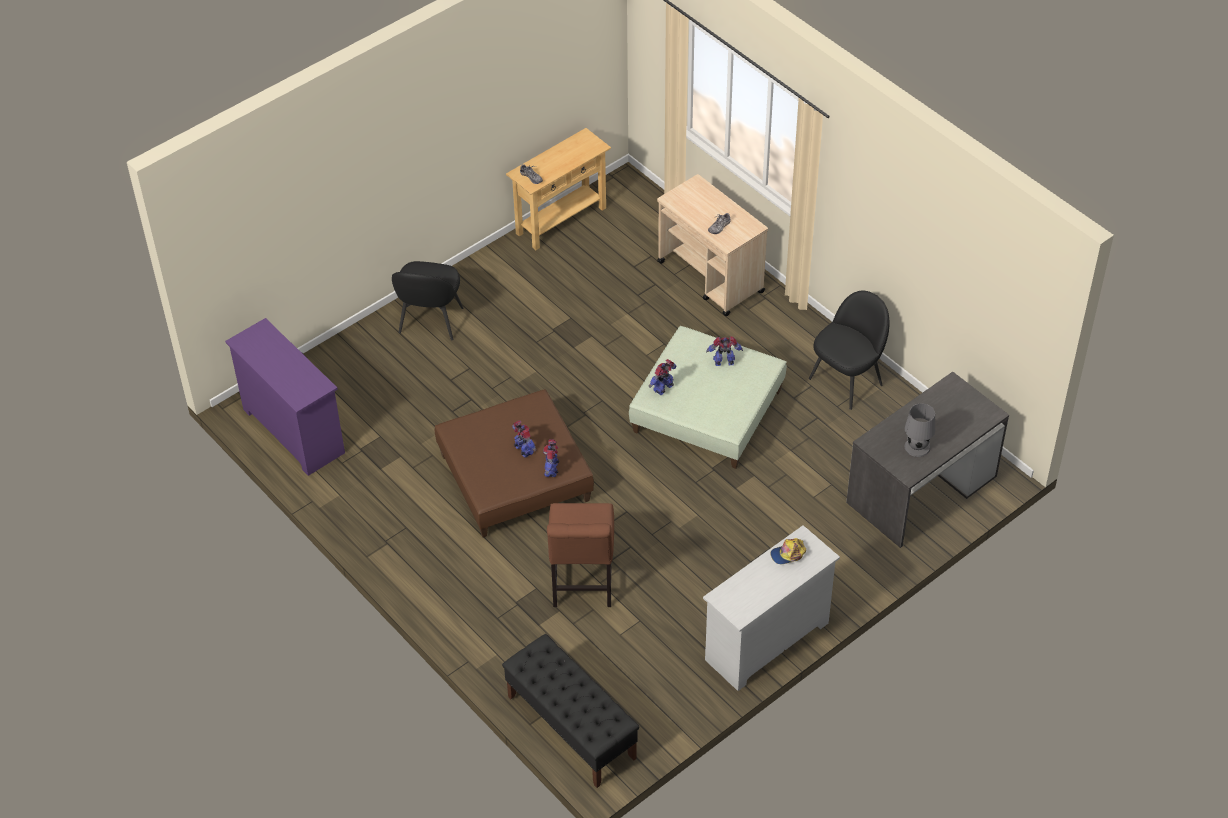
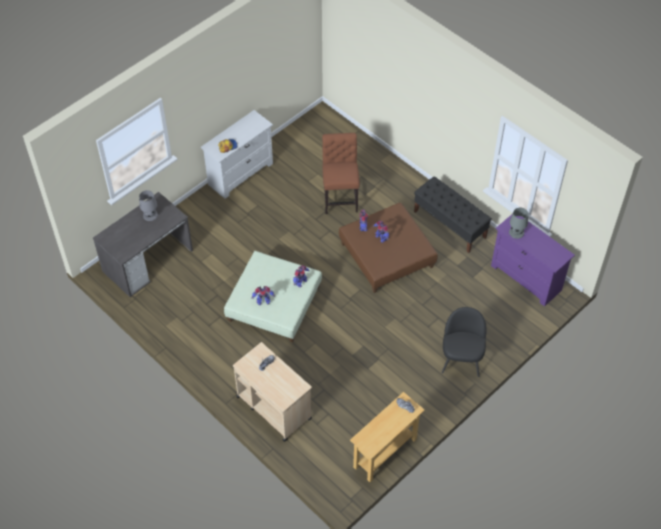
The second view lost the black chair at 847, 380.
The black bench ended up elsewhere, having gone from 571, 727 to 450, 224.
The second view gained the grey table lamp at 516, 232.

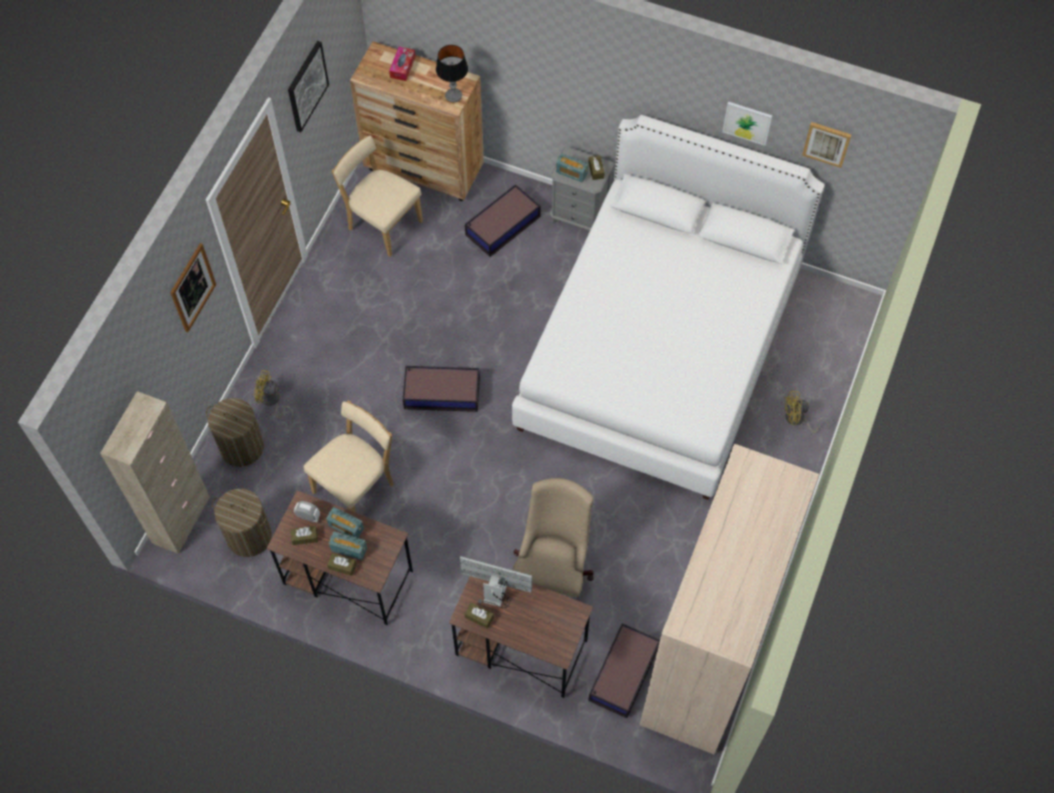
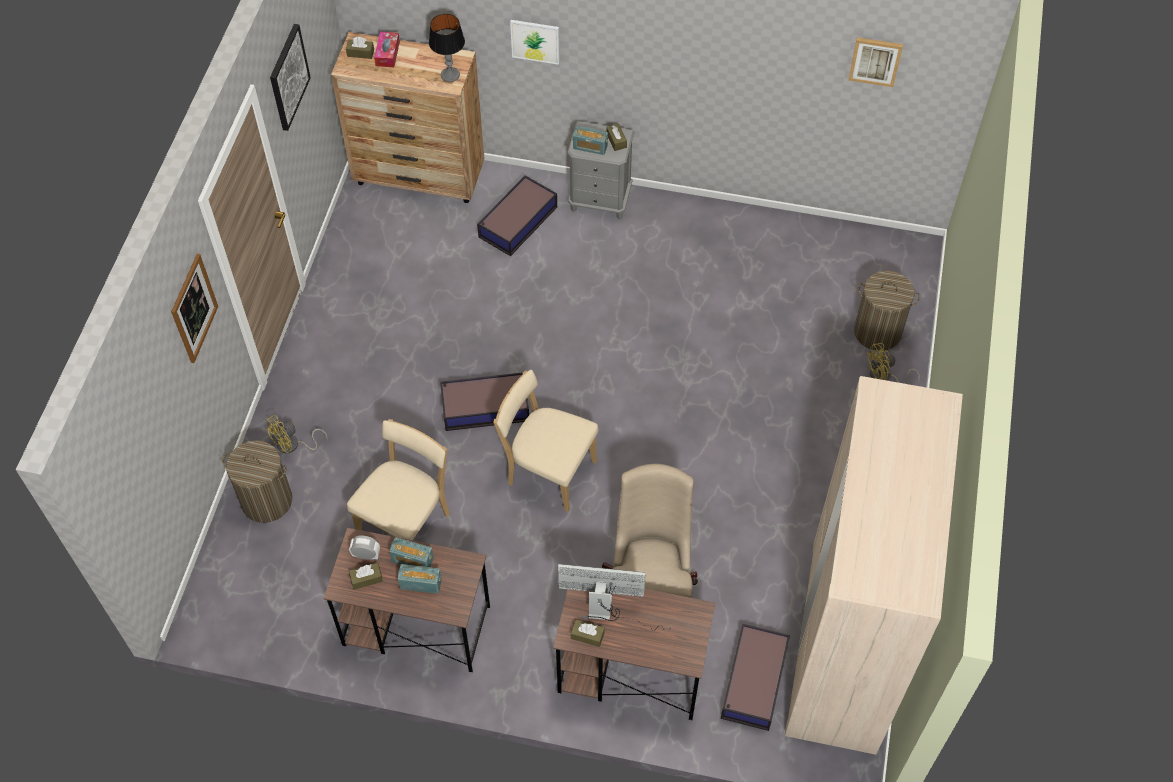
The picture ended up elsewhere, having gone from 747, 122 to 535, 41.
The second view lost the white bed at 659, 349.
The beige chair ended up elsewhere, having gone from 382, 224 to 548, 471.
The yellow fan at 272, 401 ended up facing another way, 45 degrees counterclockwise from before.
The second view lost the beige cabinet at 181, 520.
The laundry basket ended up elsewhere, having gone from 249, 536 to 877, 332.
The brown tissue box ended up elsewhere, having gone from 342, 566 to 360, 53.

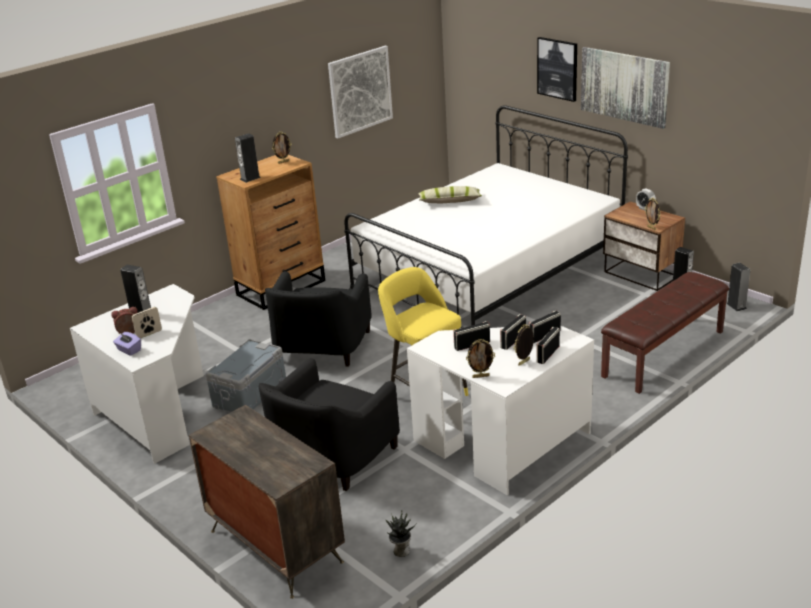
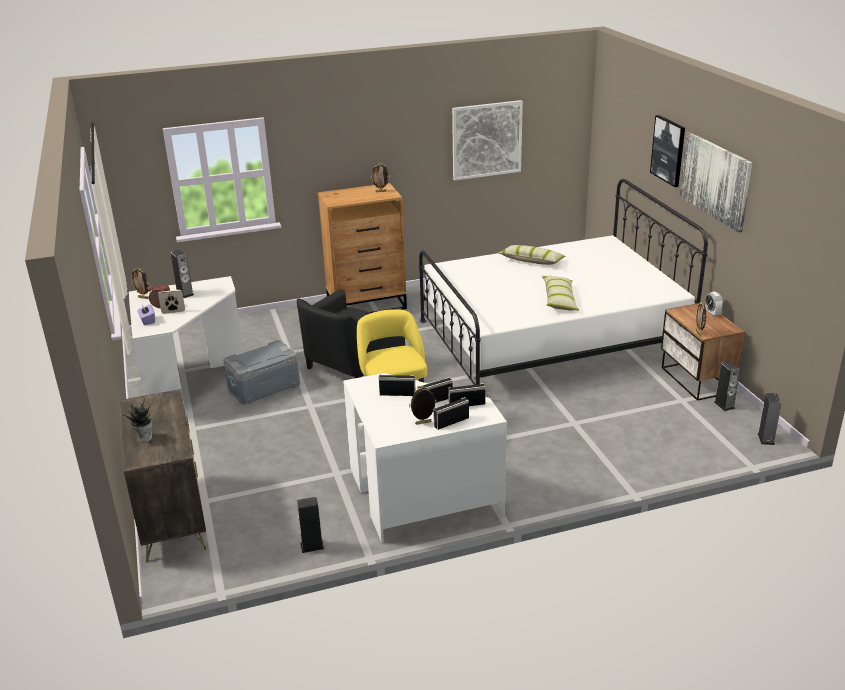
The speaker ended up elsewhere, having gone from 250, 178 to 312, 546.
The second view lost the brown bench at 664, 354.
The picture frame ended up elsewhere, having gone from 481, 376 to 143, 298.
The second view lost the black armchair at 331, 457.
The potted plant ended up elsewhere, having gone from 401, 550 to 144, 438.
The second view gained the pillow at 559, 300.

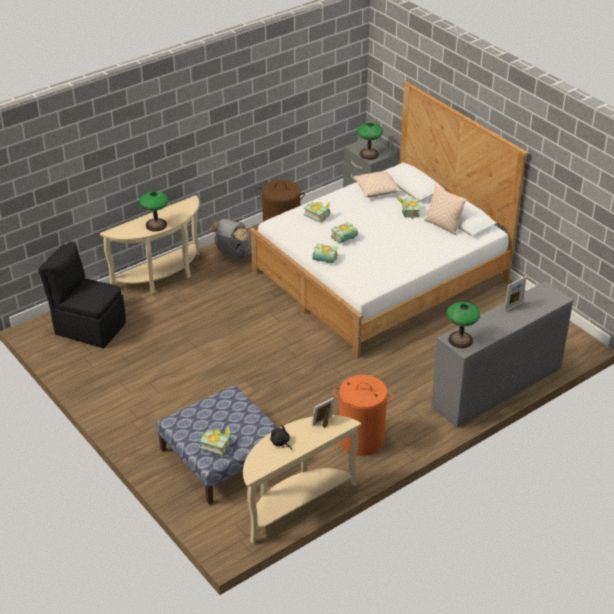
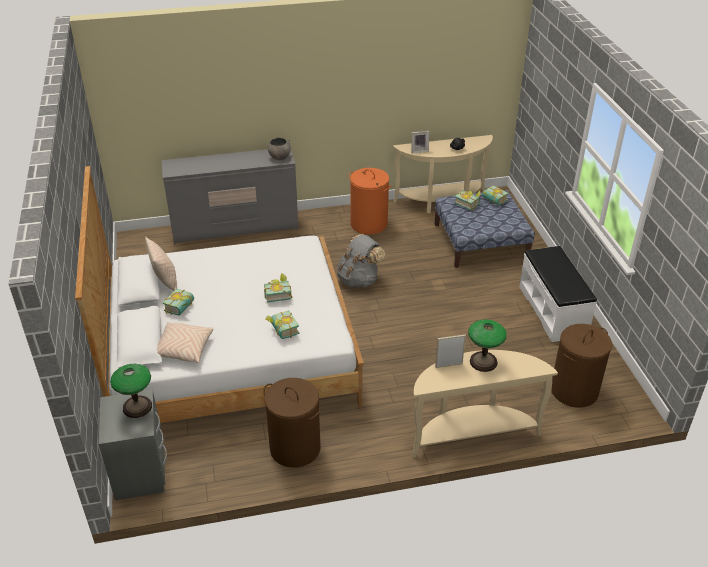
The grey backpack ended up elsewhere, having gone from 234, 254 to 359, 280.
Where the black chair stood at 88, 328, the brown laundry basket came to stand at 574, 391.
The book ended up elsewhere, having gone from 324, 260 to 468, 203.
The picture frame ended up elsewhere, having gone from 513, 307 to 448, 365.
Where the table lamp stood at 460, 340, the grey bowl came to stand at 279, 157.
The second view gained the white bench at 553, 310.

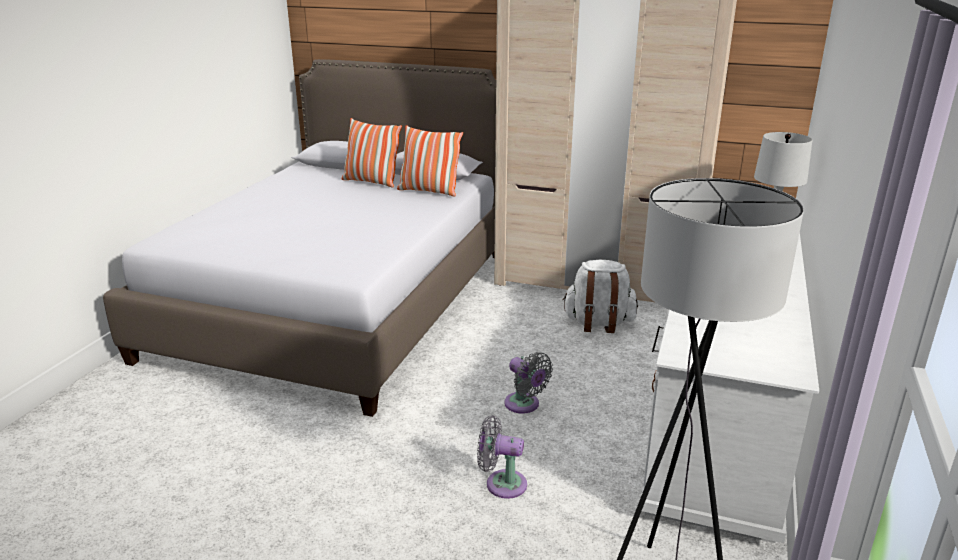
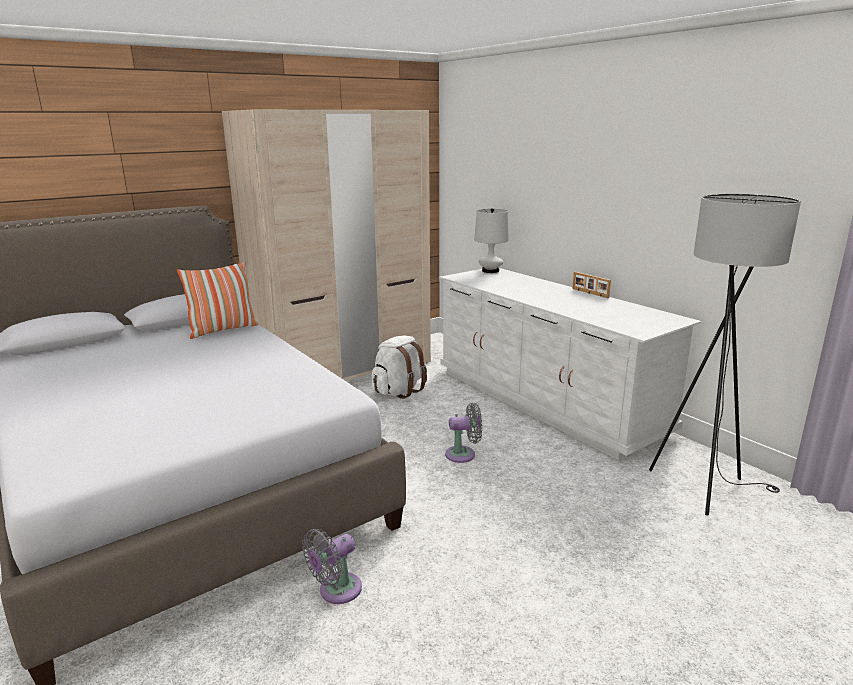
The second view lost the pillow at 371, 182.
The grey fan ended up elsewhere, having gone from 501, 483 to 336, 591.
The second view gained the picture frame at 589, 293.

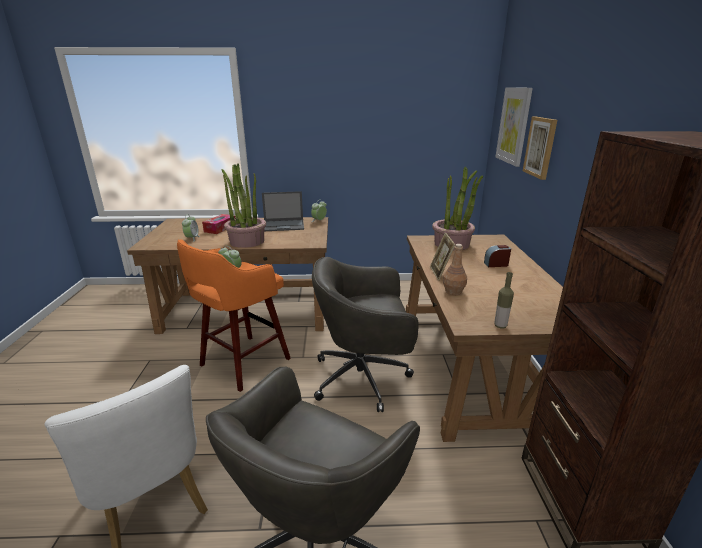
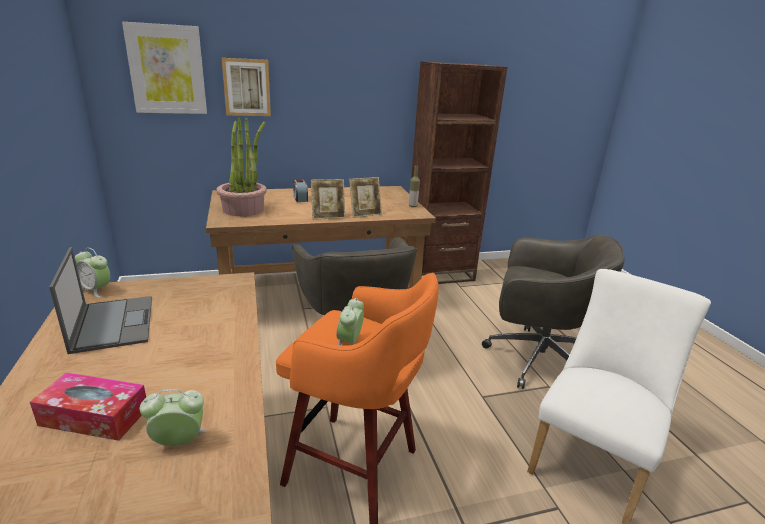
The second view lost the potted plant at 247, 241.
Where the brown bottle stood at 453, 291, the picture frame came to stand at 365, 214.

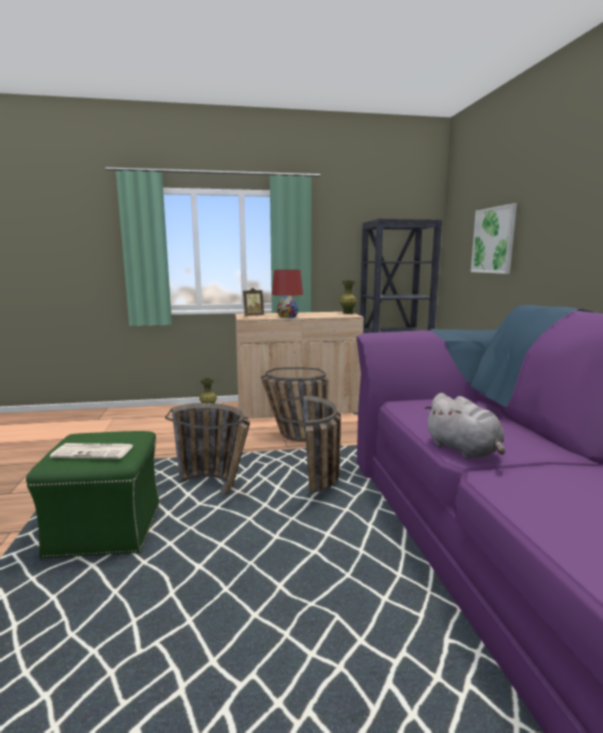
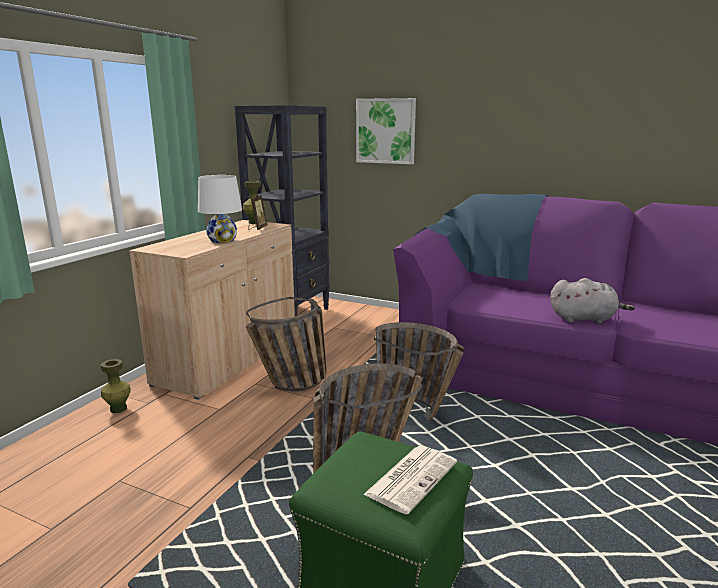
What was the red table lamp at 287, 316 turned into the white table lamp at 222, 240.
The picture frame ended up elsewhere, having gone from 253, 316 to 257, 228.

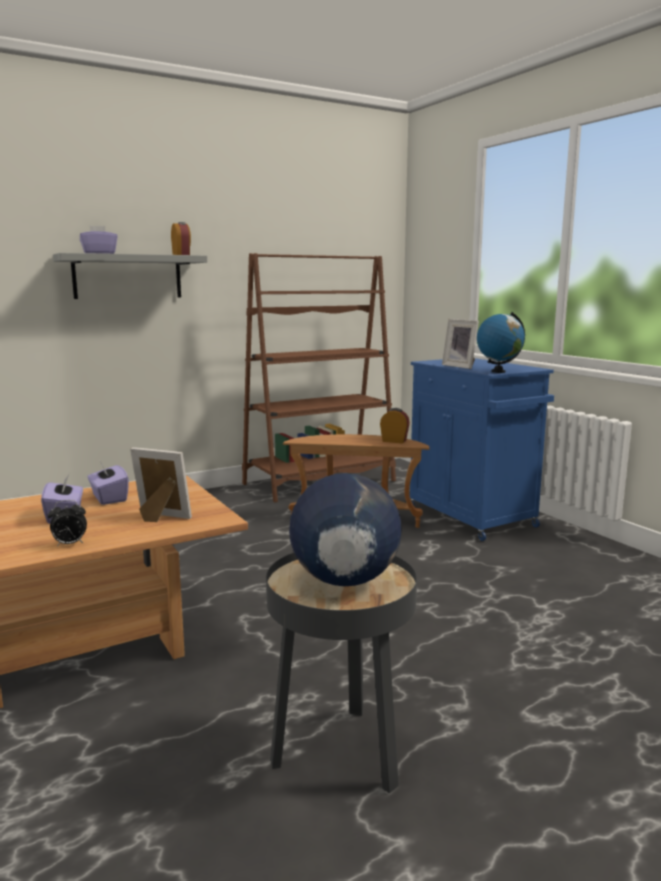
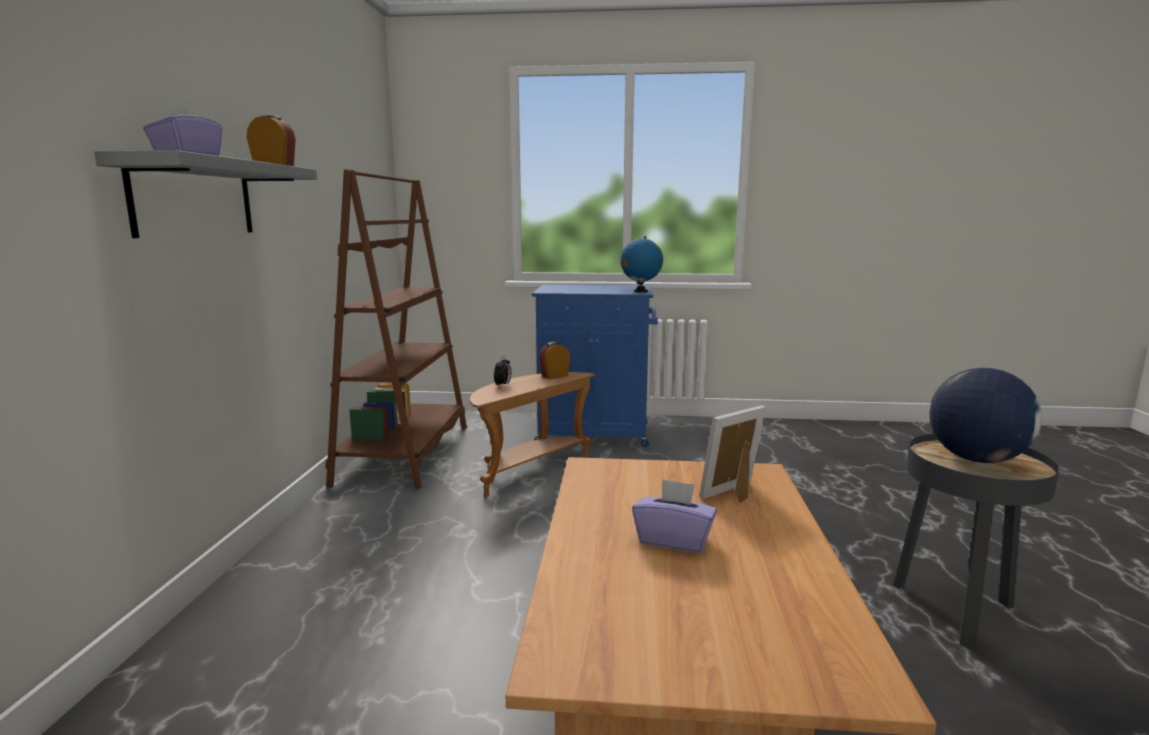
The second view lost the picture frame at 461, 366.
The second view lost the purple tissue box at 109, 498.
The alarm clock ended up elsewhere, having gone from 69, 544 to 503, 385.

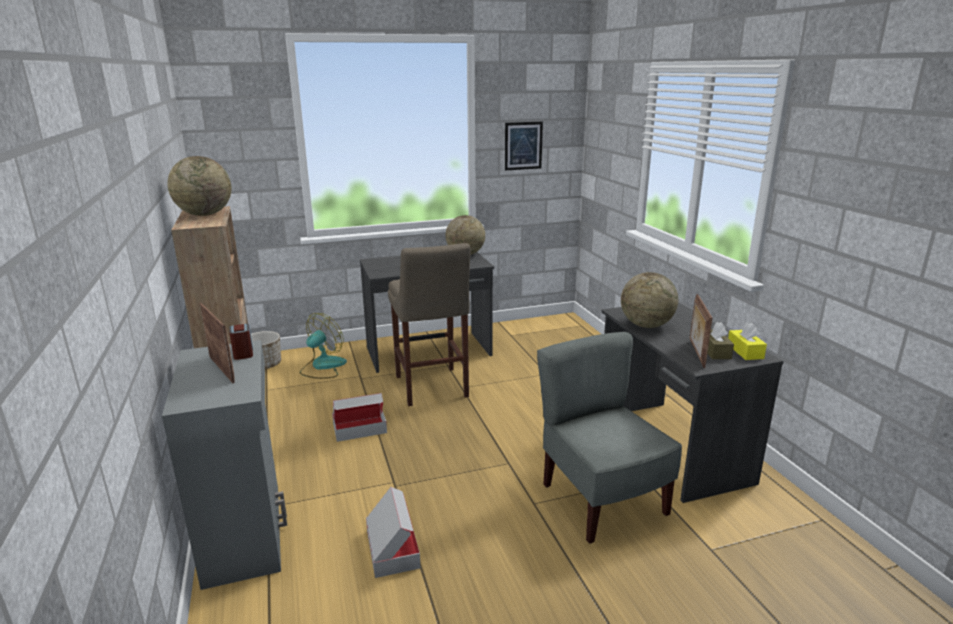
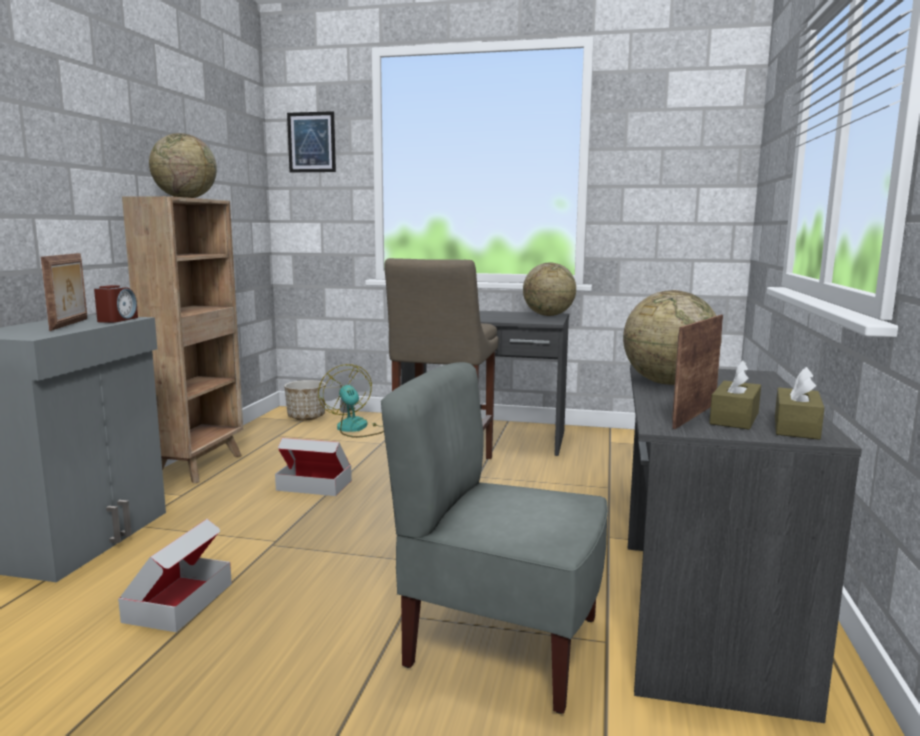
The picture ended up elsewhere, having gone from 523, 146 to 311, 142.
The fan at 322, 367 ended up facing another way, 90 degrees counterclockwise from before.
What was the yellow tissue box at 745, 351 turned into the brown tissue box at 796, 427.
The grey chair at 601, 500 ended up facing another way, 75 degrees counterclockwise from before.

